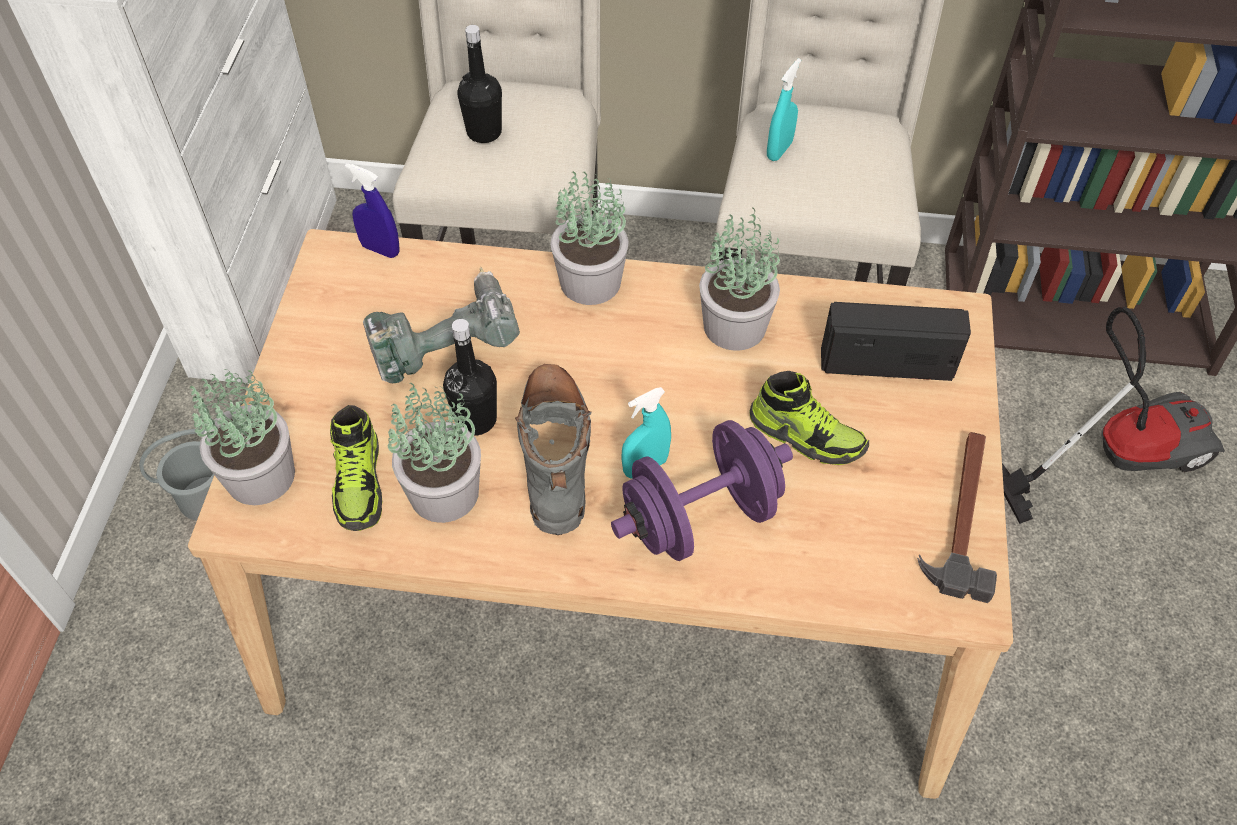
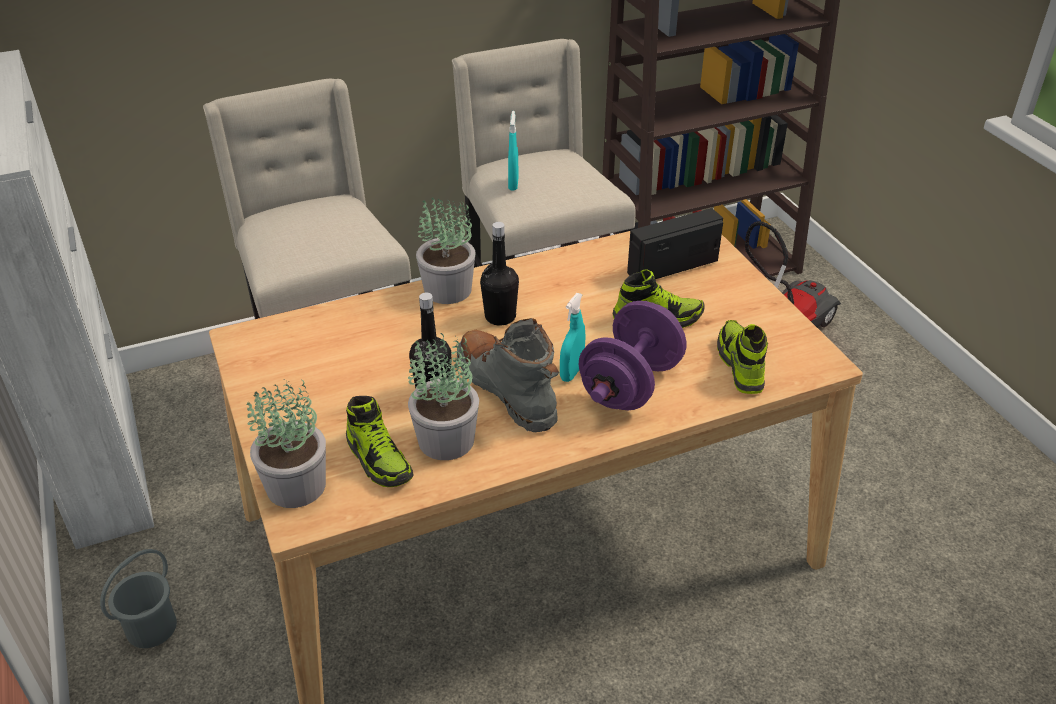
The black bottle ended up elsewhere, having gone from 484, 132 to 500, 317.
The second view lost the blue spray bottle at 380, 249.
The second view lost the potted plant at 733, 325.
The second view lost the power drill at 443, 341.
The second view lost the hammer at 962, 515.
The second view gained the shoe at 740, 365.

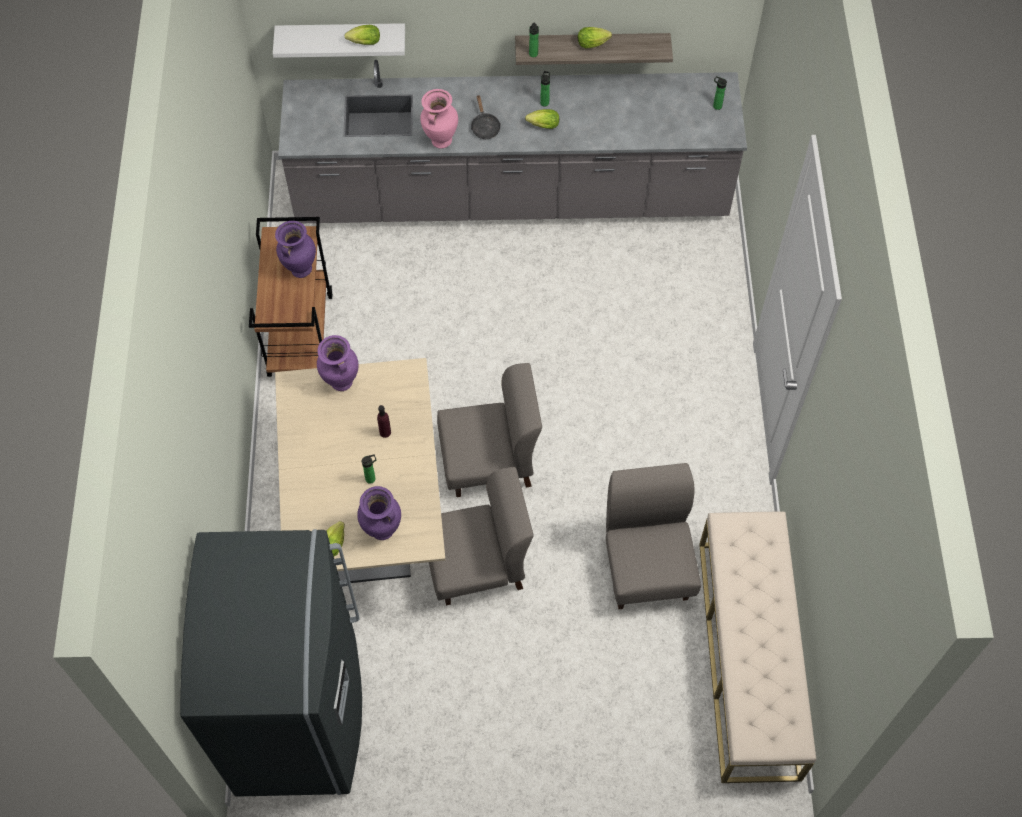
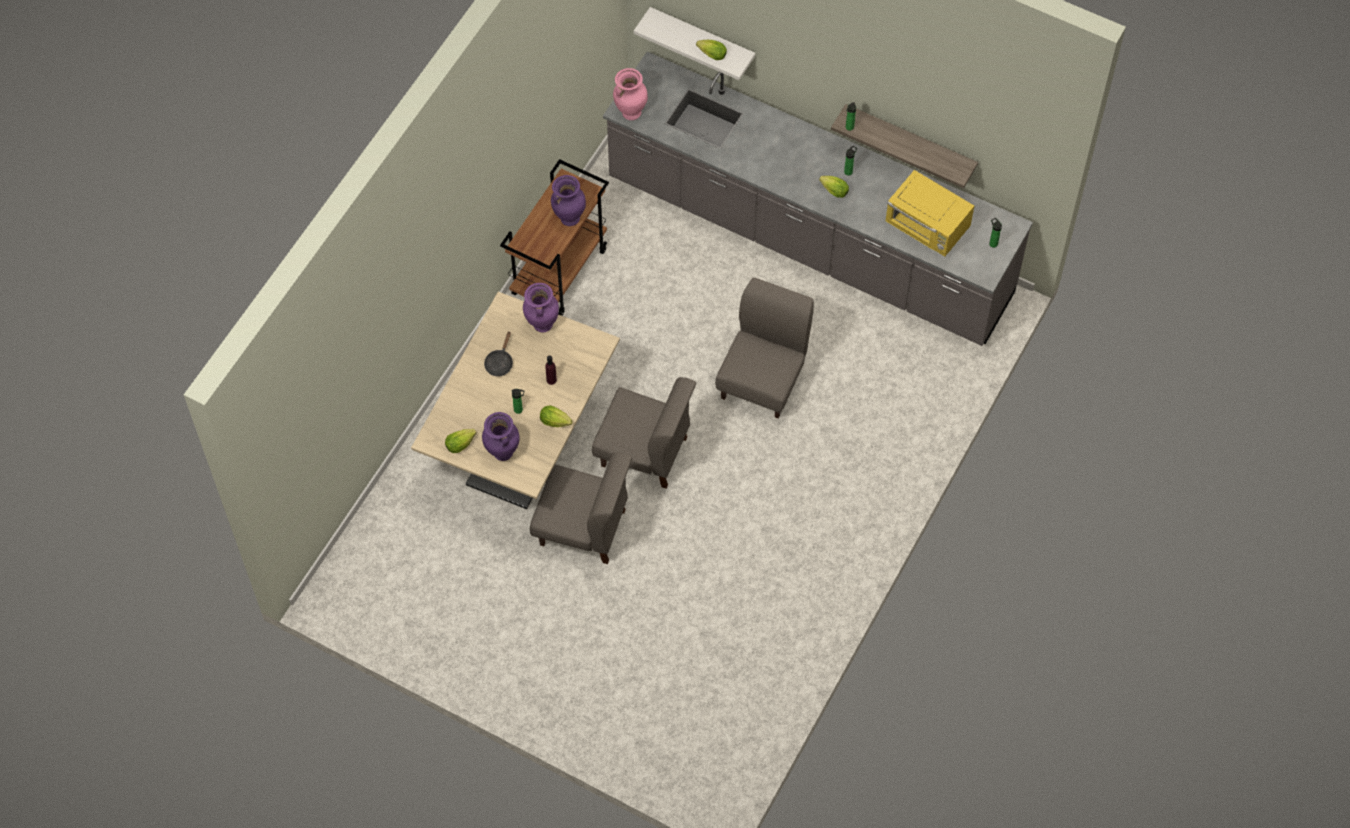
The lettuce ended up elsewhere, having gone from 594, 43 to 557, 422.
The pink vase ended up elsewhere, having gone from 440, 141 to 630, 113.
The black frying pan ended up elsewhere, having gone from 484, 127 to 500, 362.
The grey chair ended up elsewhere, having gone from 647, 567 to 763, 380.
The second view lost the beige bench at 748, 658.
The second view lost the grey fridge at 301, 713.
The second view gained the yellow microwave at 927, 228.

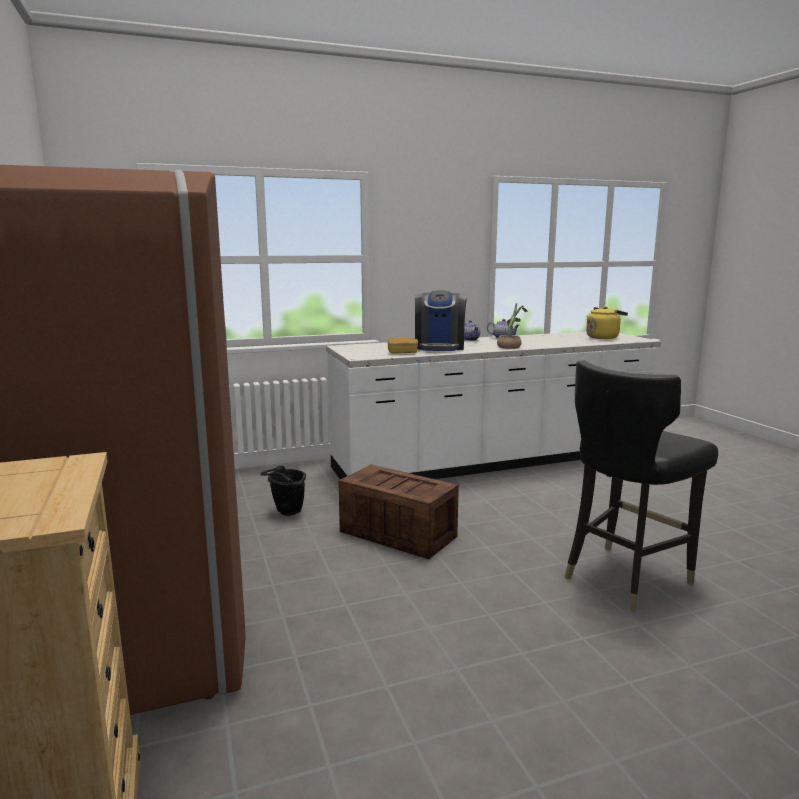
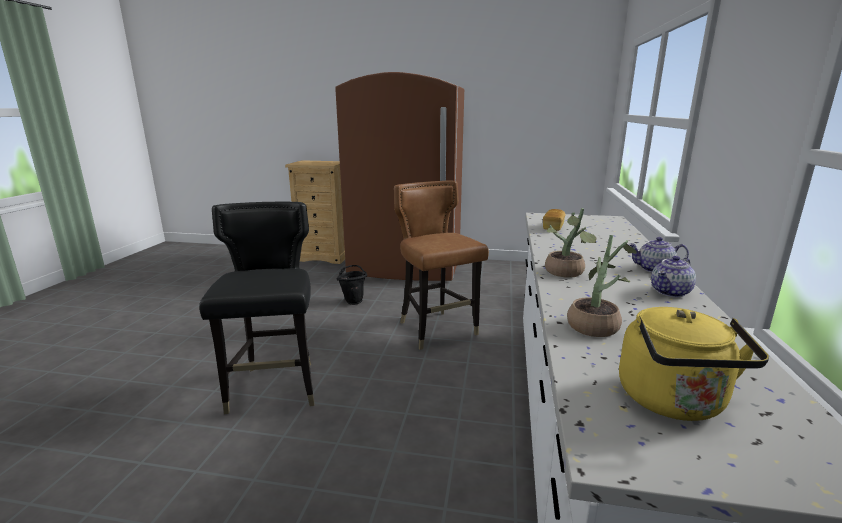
The second view lost the coffee machine at 439, 347.
The black bucket ended up elsewhere, having gone from 286, 513 to 354, 300.
Where the crate stood at 396, 533, the brown chair came to stand at 437, 330.
The second view gained the potted plant at 595, 325.

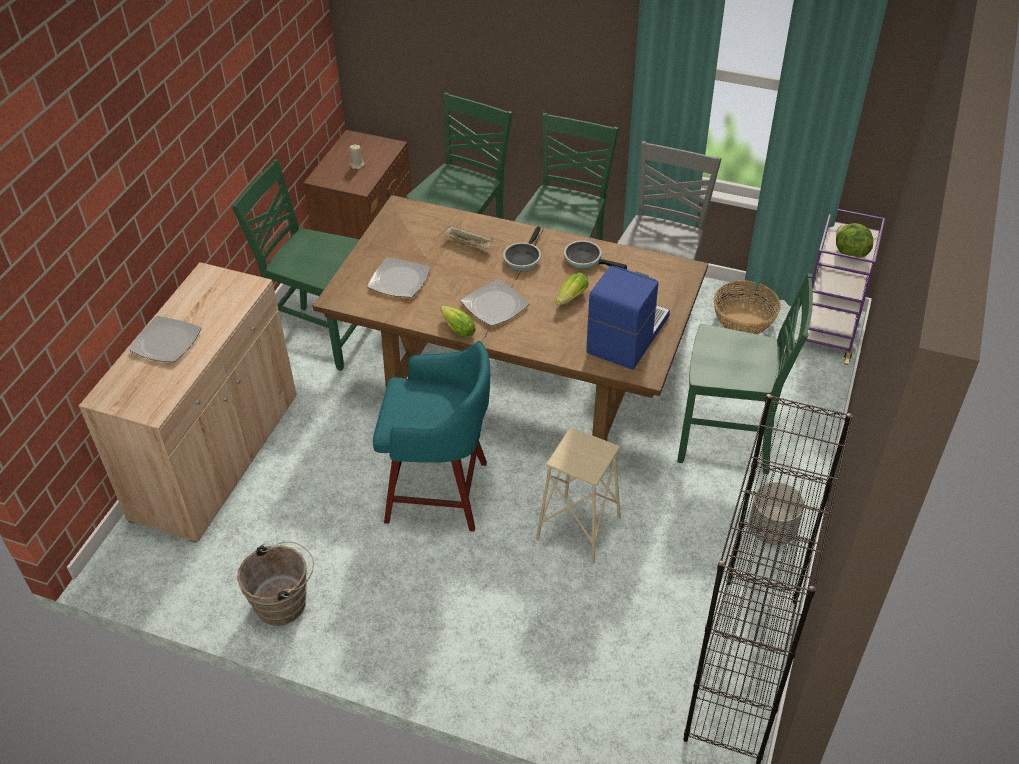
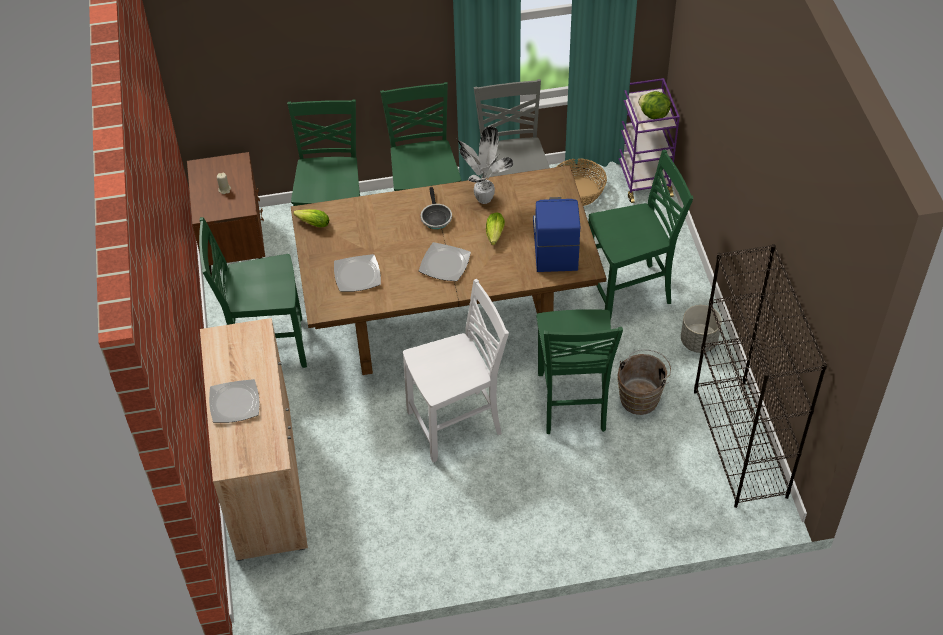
The second view lost the beige tray at 469, 244.
Where the frying pan stood at 586, 260, the potted plant came to stand at 482, 199.
The lettuce ended up elsewhere, having gone from 456, 328 to 311, 223.
Where the turquoise stool stood at 440, 492, the white chair came to stand at 457, 424.
Where the beige stool stood at 578, 529, the green chair came to stand at 572, 403.
The brown bucket ended up elsewhere, having gone from 285, 602 to 641, 397.

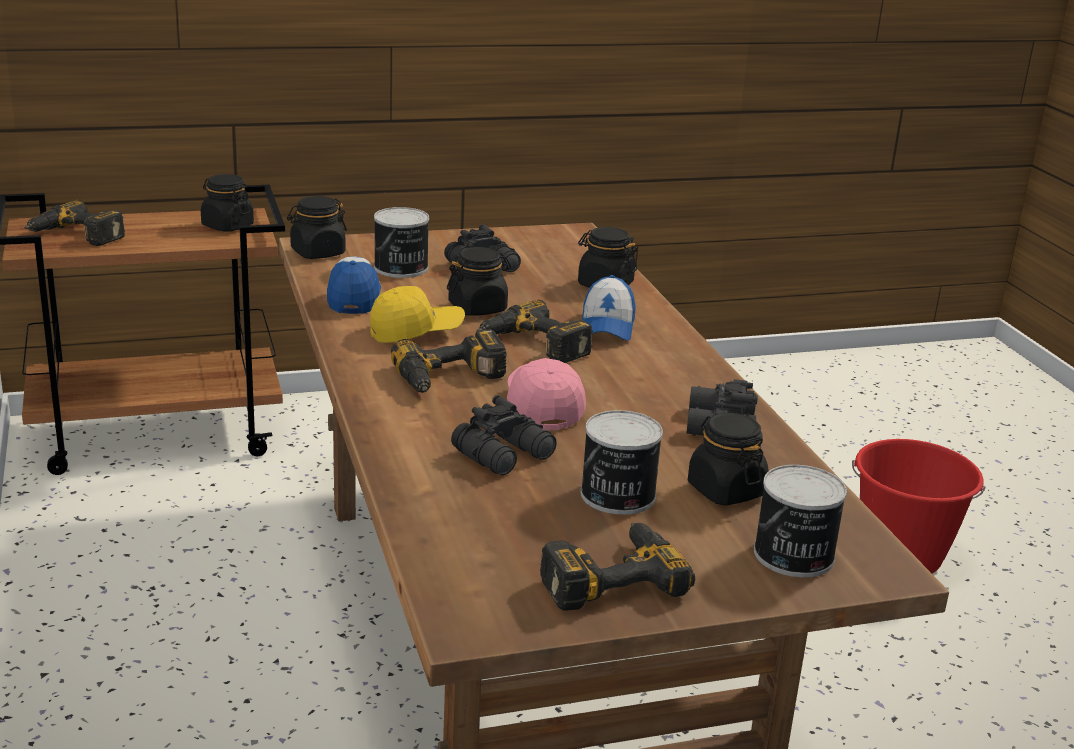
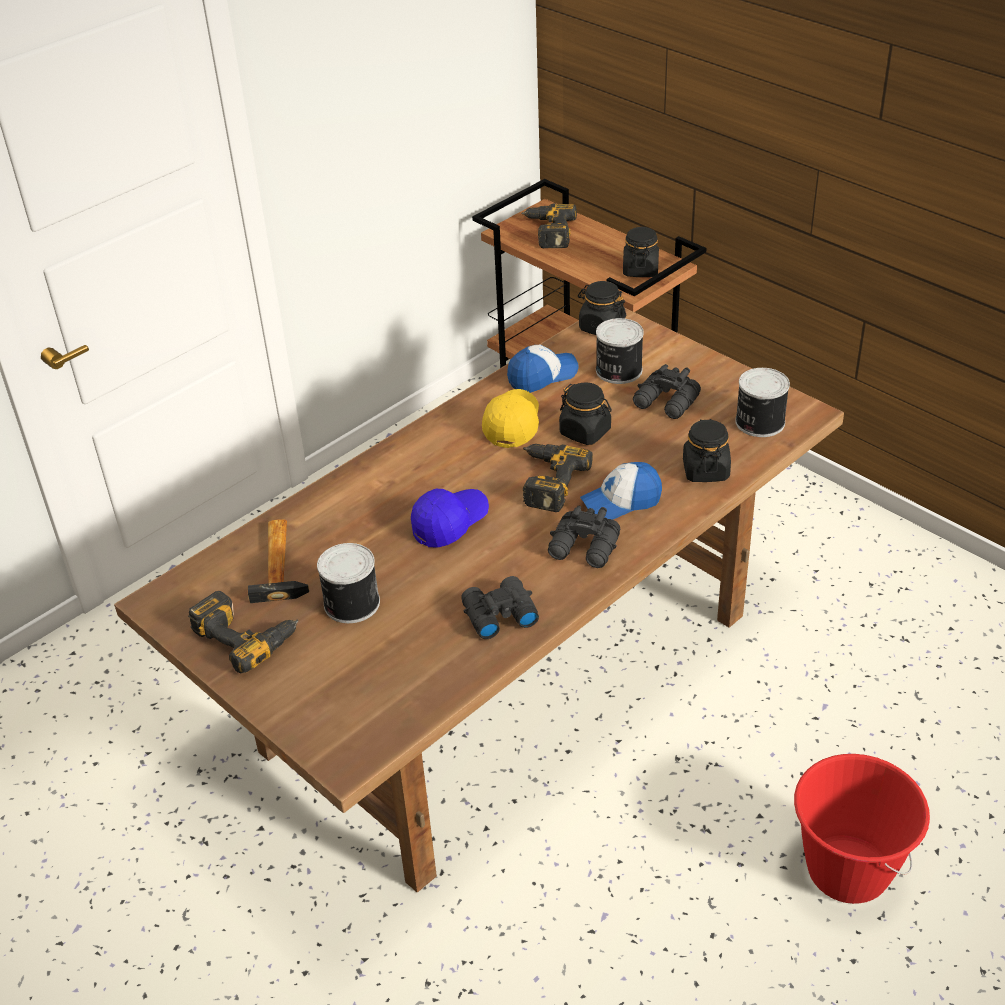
The yellow cap at 416, 332 ended up facing another way, 120 degrees counterclockwise from before.
The second view lost the power drill at 451, 379.
What was the pink cap at 542, 407 turned into the blue cap at 450, 524.
The black binoculars ended up elsewhere, having gone from 506, 454 to 585, 549.
The second view lost the black jar at 725, 490.
The can ended up elsewhere, having gone from 793, 556 to 758, 422.
The second view gained the hammer at 280, 562.

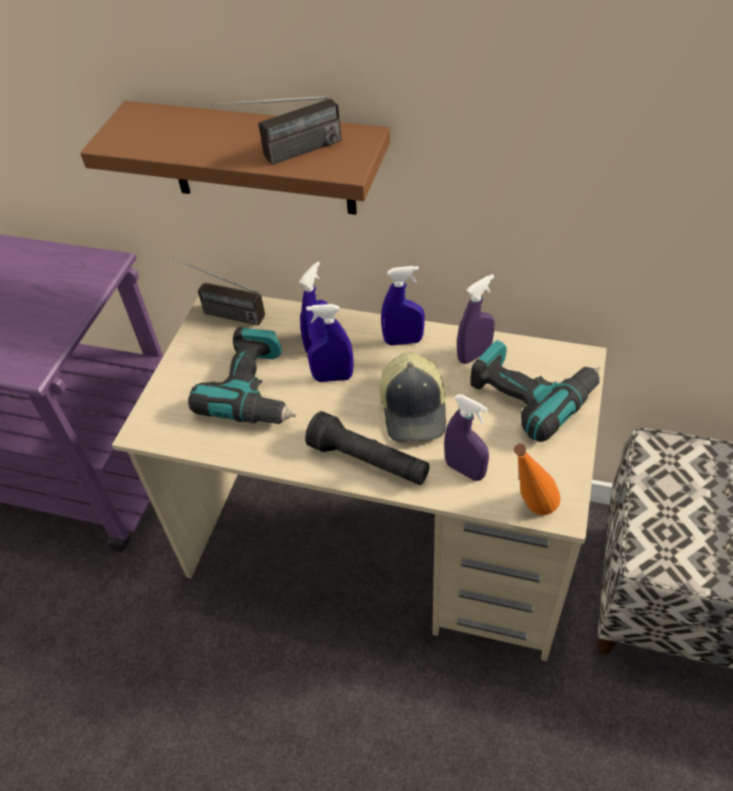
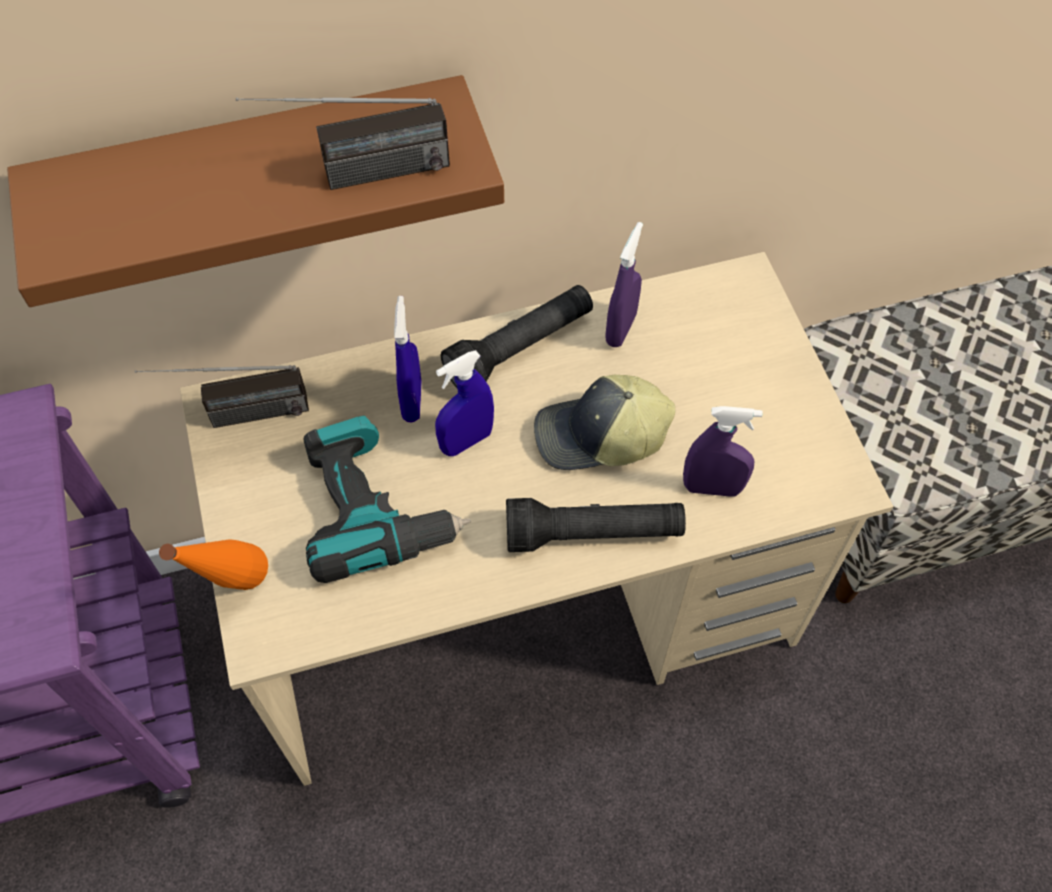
The radio at 284, 156 ended up facing another way, 45 degrees clockwise from before.
Where the blue spray bottle stood at 403, 341, the black flashlight came to stand at 520, 348.
The second view lost the power drill at 531, 394.
The cap at 414, 409 ended up facing another way, 120 degrees clockwise from before.
The orange bottle ended up elsewhere, having gone from 528, 514 to 236, 594.

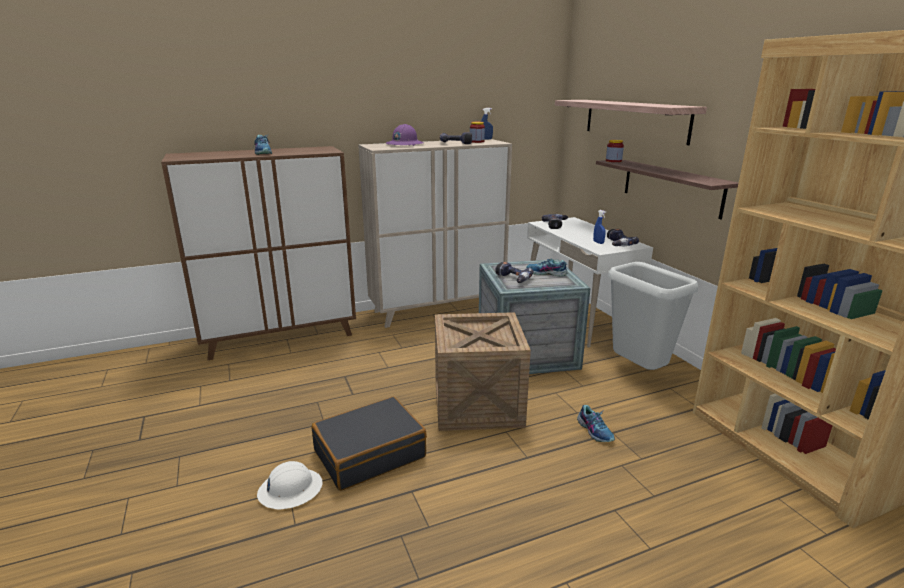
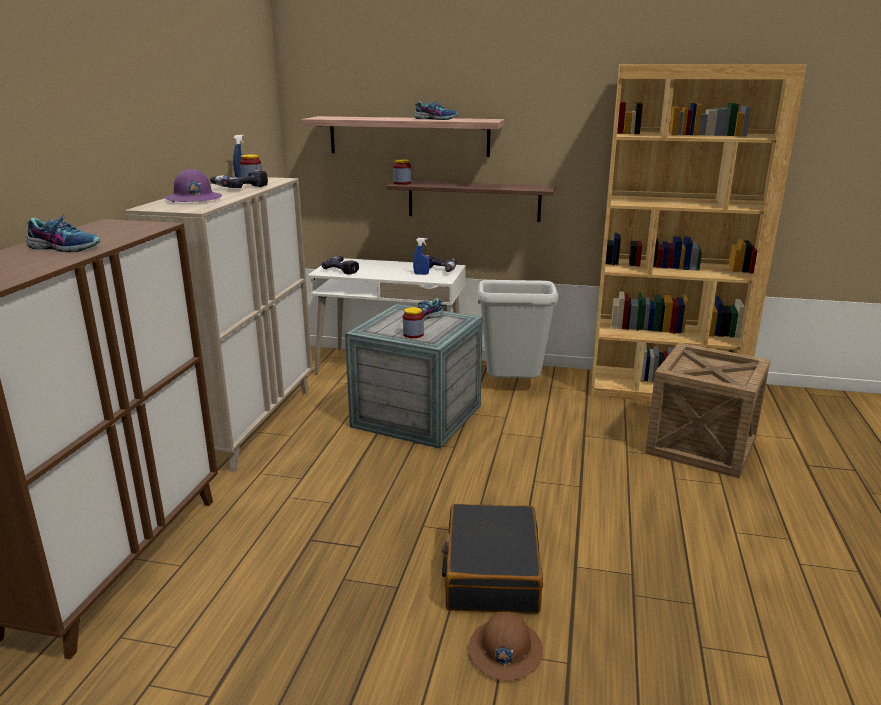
Where the power drill stood at 512, 279, the jar came to stand at 413, 334.
The crate ended up elsewhere, having gone from 477, 404 to 701, 446.
The shoe ended up elsewhere, having gone from 595, 431 to 436, 119.
What was the white hard hat at 290, 489 turned into the brown hard hat at 504, 650.

